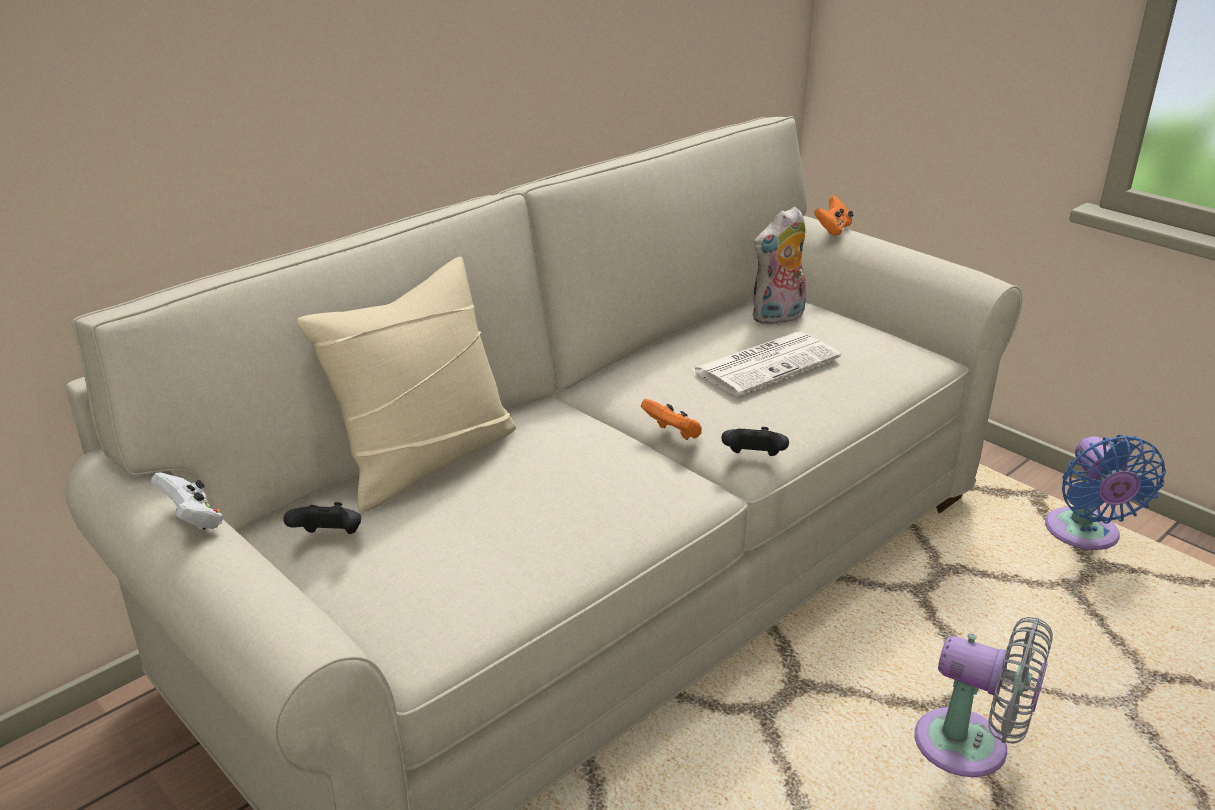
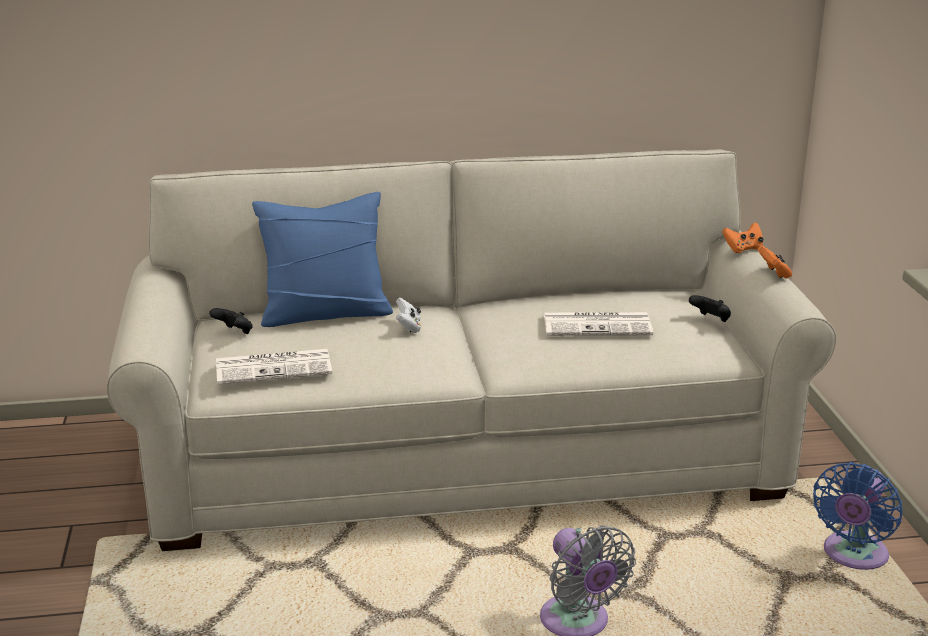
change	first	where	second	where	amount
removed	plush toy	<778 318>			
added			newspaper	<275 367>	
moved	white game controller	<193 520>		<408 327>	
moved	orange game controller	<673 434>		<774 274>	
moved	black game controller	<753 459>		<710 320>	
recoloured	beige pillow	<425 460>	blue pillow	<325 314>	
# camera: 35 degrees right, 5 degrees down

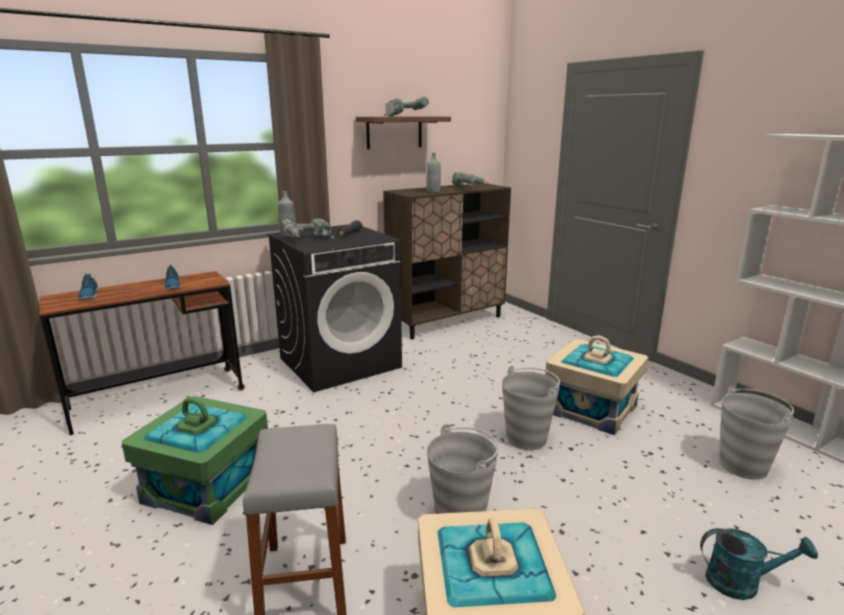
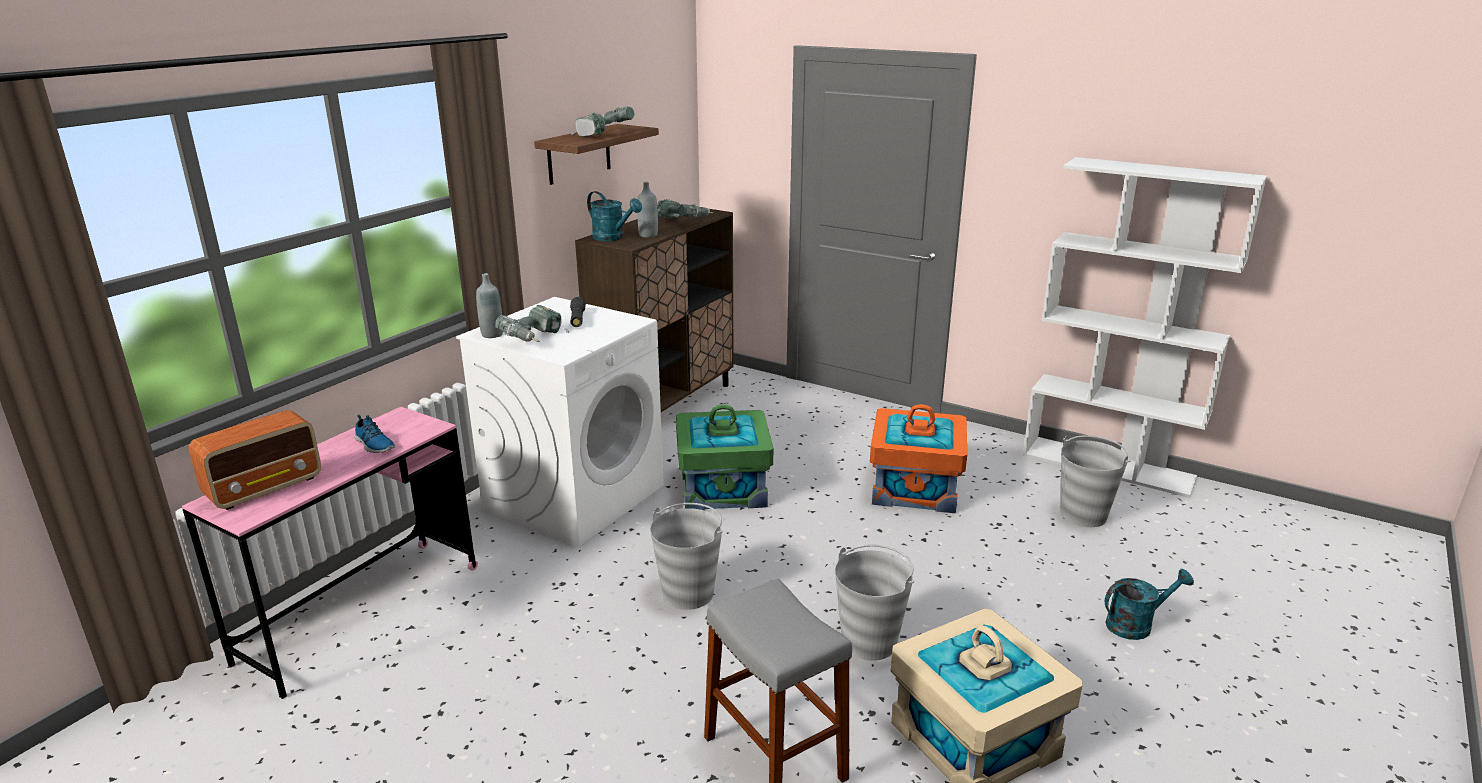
change	first	where	second	where	amount
added			turquoise watering can	<613 238>	
moved	green storage box	<207 485>		<723 488>	
moved	grey bucket	<527 438>		<688 593>	
replaced	shoe	<88 295>	radio	<266 487>	
recoloured	brown desk	<158 399>	pink desk	<361 613>	
recoloured	black washing machine	<340 362>	white washing machine	<575 497>	
recoloured	beige storage box	<592 408>	orange storage box	<915 488>	
# camera: 25 degrees left, 5 degrees up

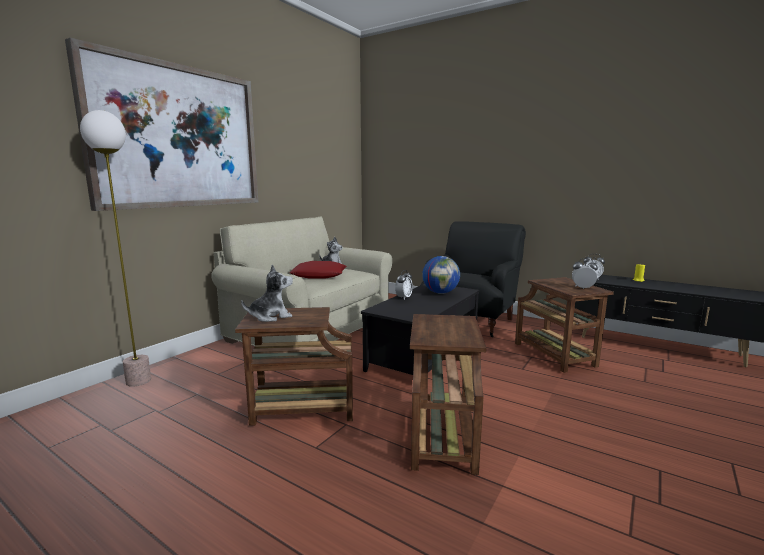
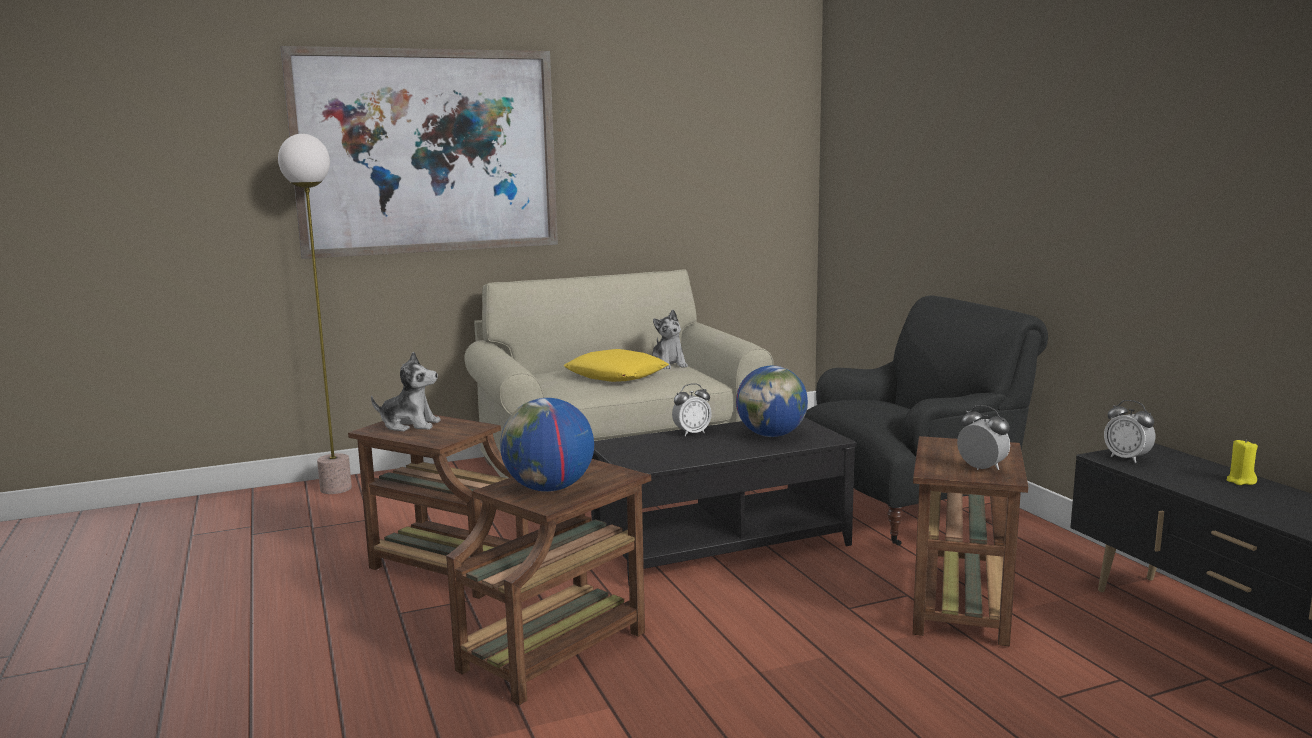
change	first	where	second	where	amount
added			globe	<549 489>	
recoloured	red pillow	<319 275>	yellow pillow	<616 375>	
# camera: 35 degrees right, 0 degrees up

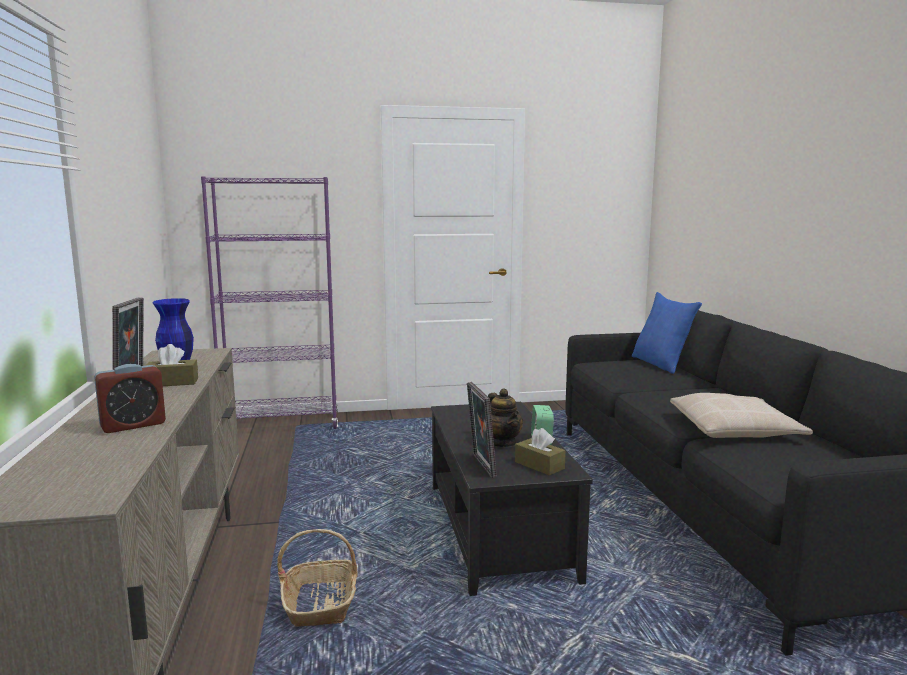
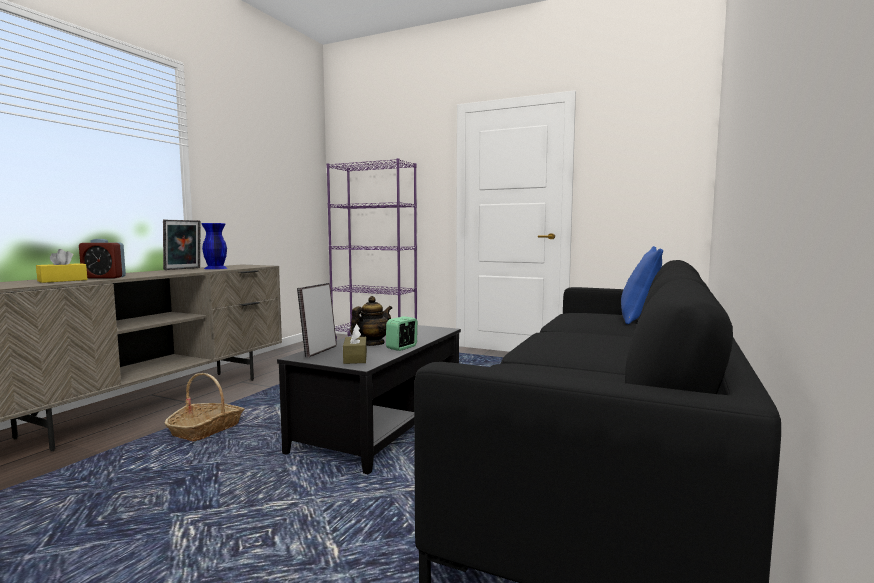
change	first	where	second	where	amount
removed	brown tissue box	<172 382>			
removed	beige pillow	<735 430>			
added			yellow tissue box	<62 280>	
turned	teapot	<503 443>		<372 344>	150 degrees counterclockwise
# camera: 35 degrees right, 5 degrees down

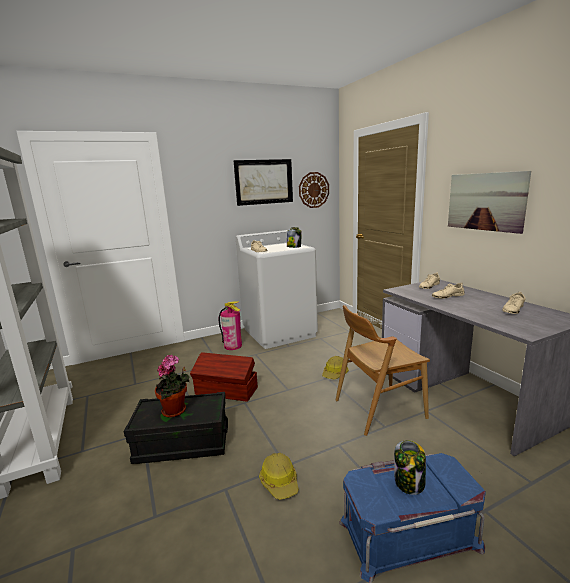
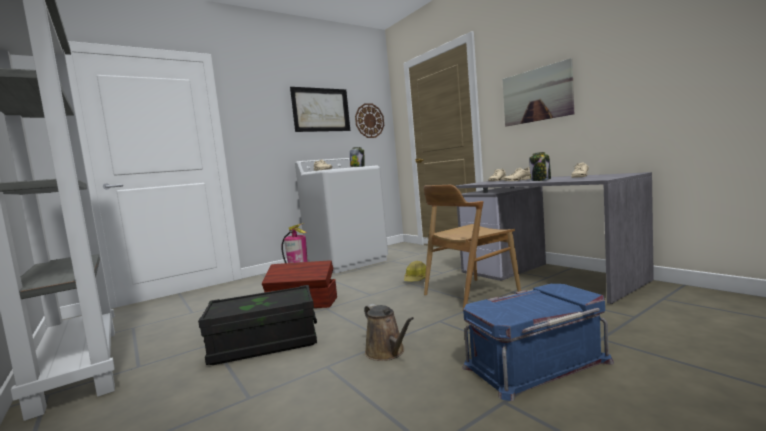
change	first	where	second	where	amount
removed	potted plant	<176 411>			
moved	jar	<409 482>		<541 180>	
replaced	hard hat	<280 482>	brown watering can	<387 352>	
# camera: 10 degrees left, 10 degrees down

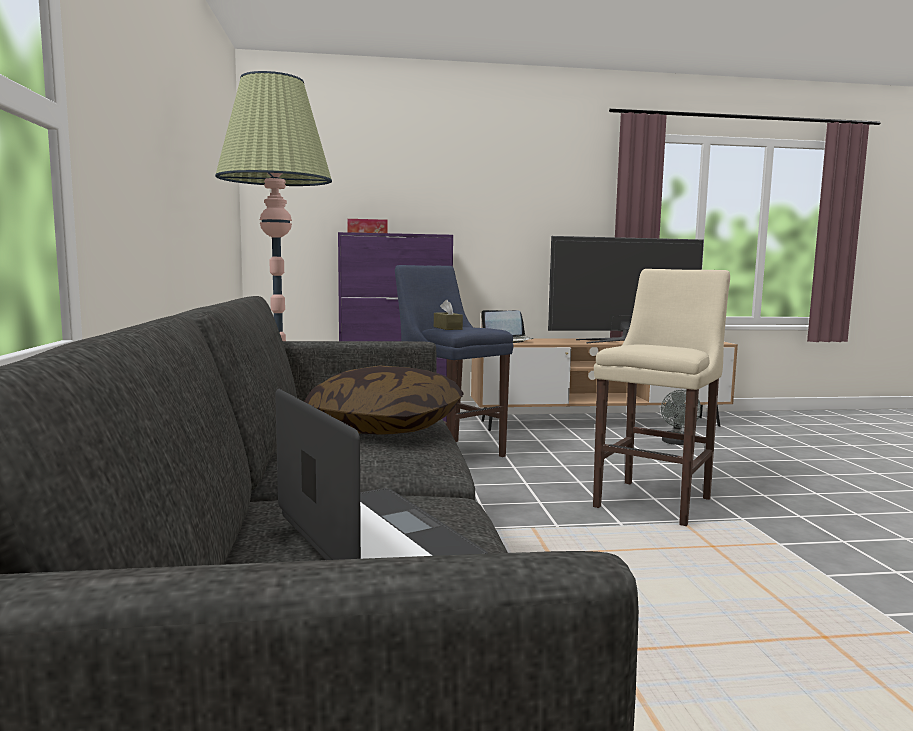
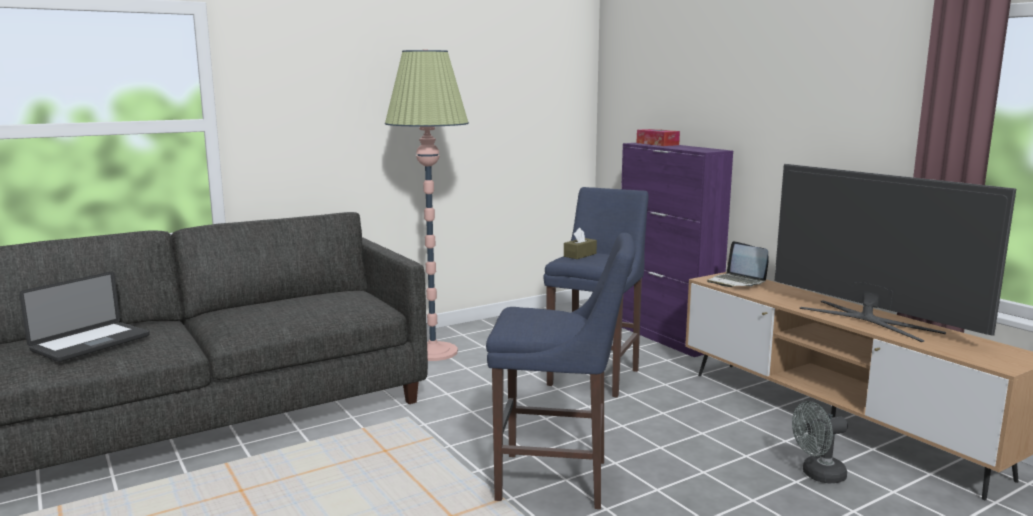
change	first	where	second	where	amount
removed	pillow	<386 427>			
recoloured	beige stool	<656 500>	blue stool	<559 481>	
# camera: 65 degrees right, 5 degrees up

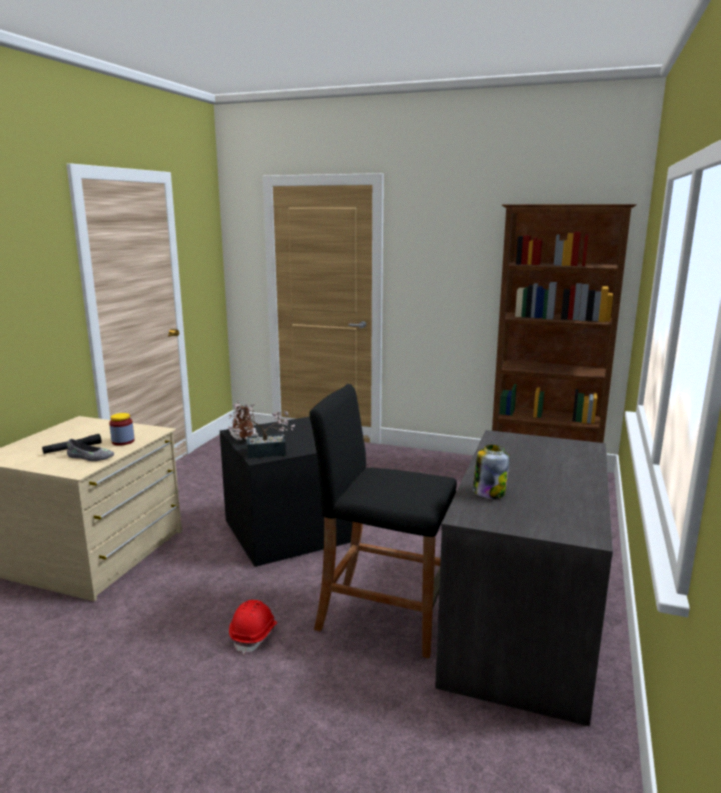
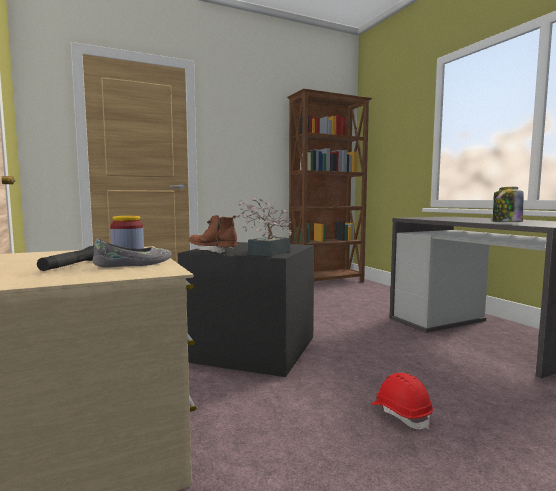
change	first	where	second	where	amount
removed	black stool	<384 616>			
# camera: 45 degrees left, 10 degrees down

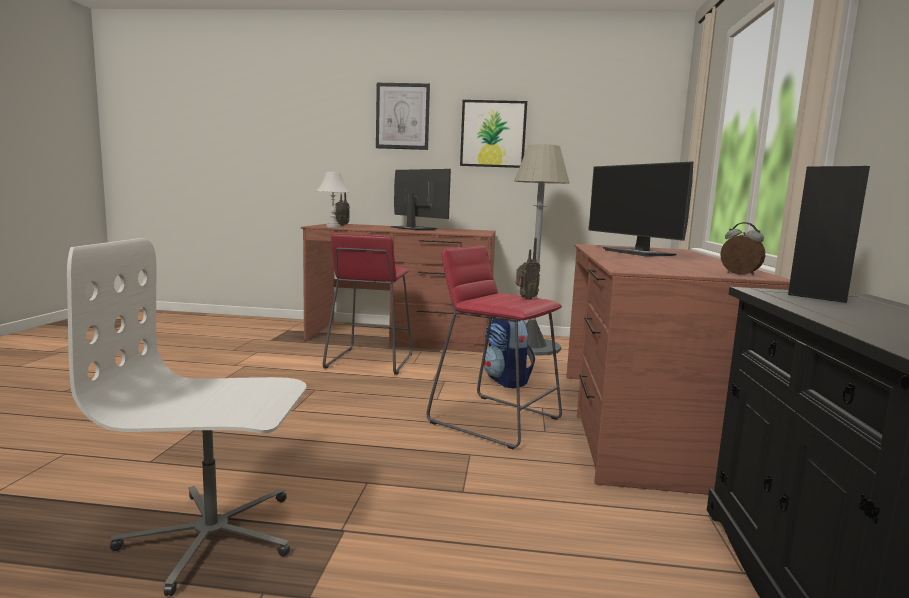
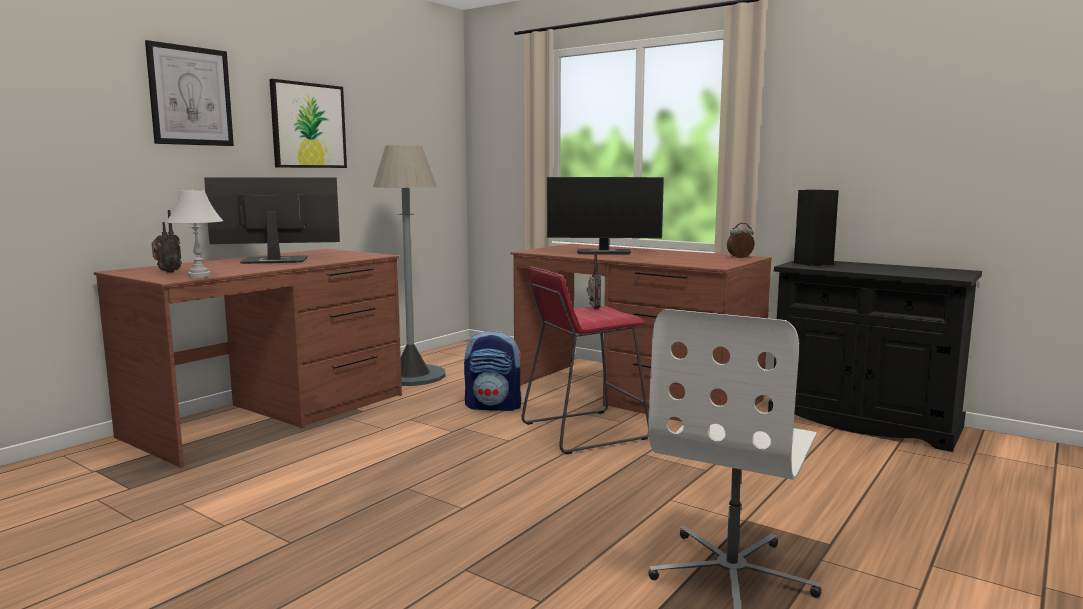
change	first	where	second	where	amount
removed	red stool	<370 361>			
# camera: 60 degrees left, 0 degrees up

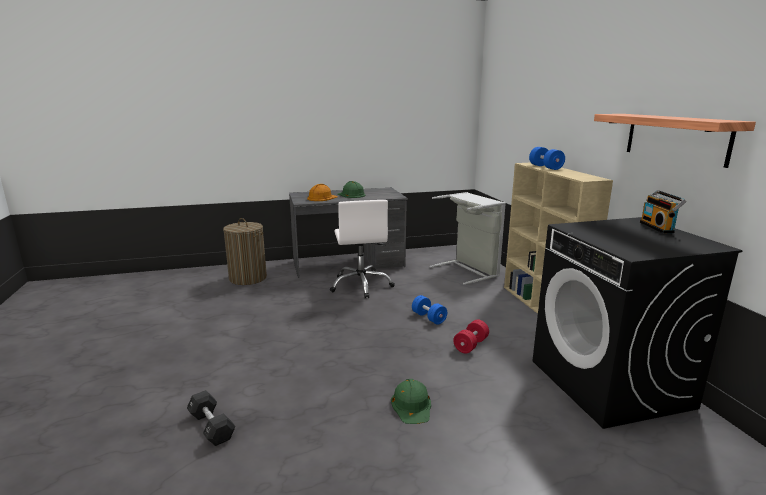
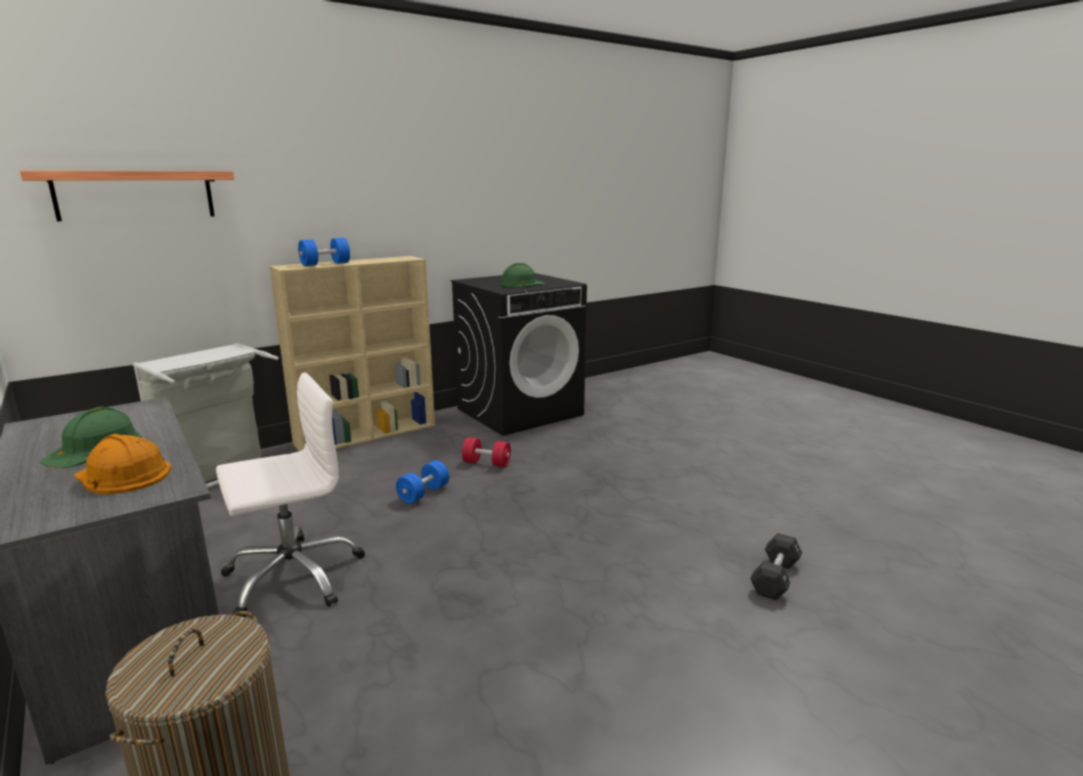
change	first	where	second	where	amount
removed	radio	<658 227>			
moved	green hard hat	<412 405>		<521 284>	
moved	shelf	<675 138>		<135 195>	
# camera: 110 degrees left, 0 degrees up

